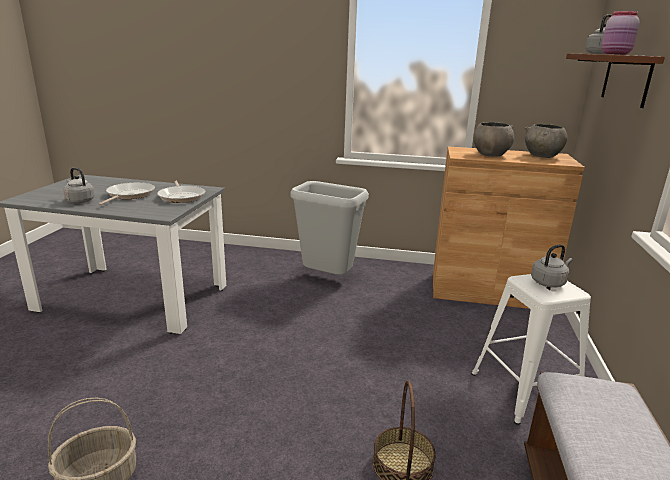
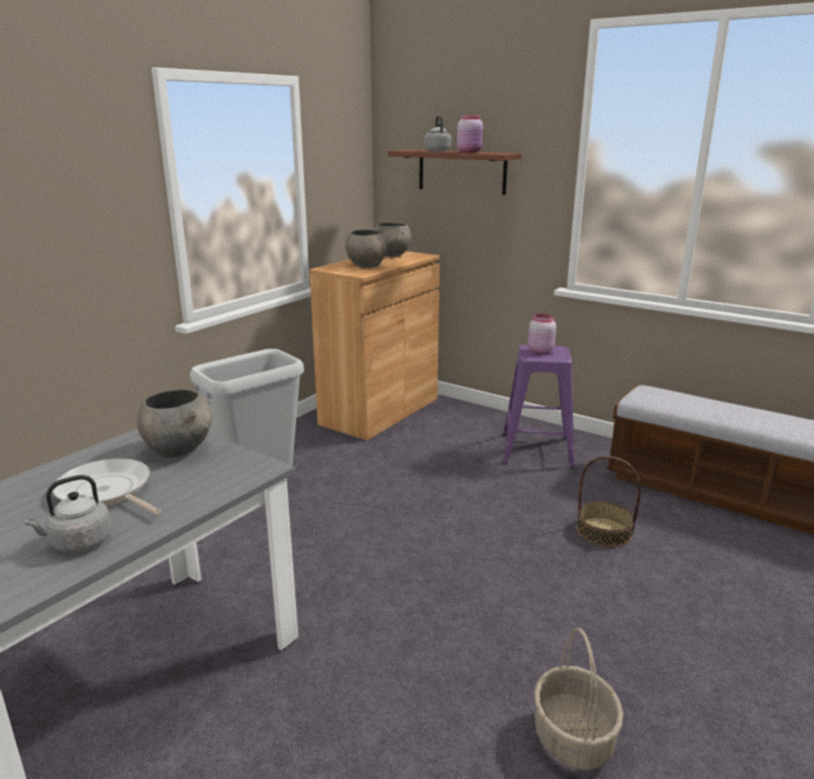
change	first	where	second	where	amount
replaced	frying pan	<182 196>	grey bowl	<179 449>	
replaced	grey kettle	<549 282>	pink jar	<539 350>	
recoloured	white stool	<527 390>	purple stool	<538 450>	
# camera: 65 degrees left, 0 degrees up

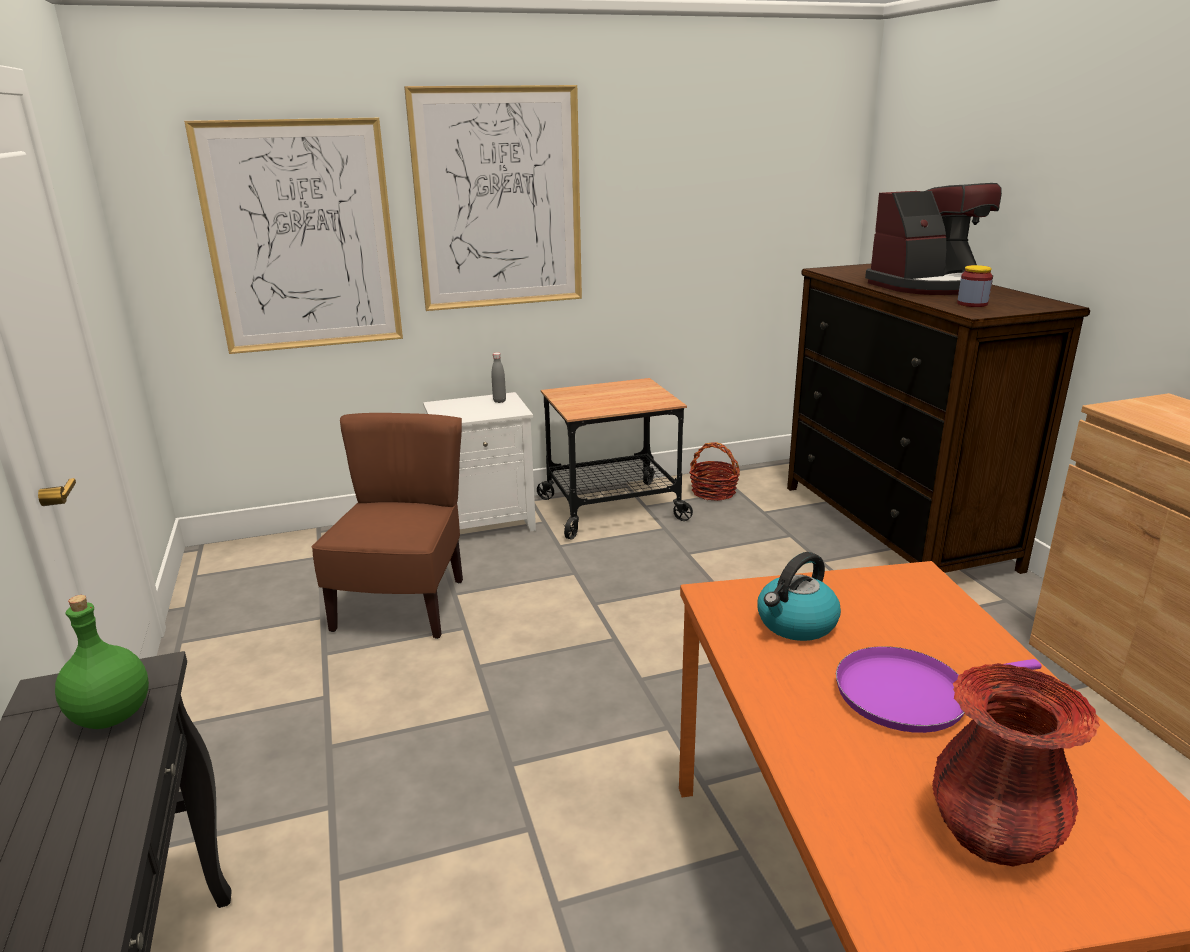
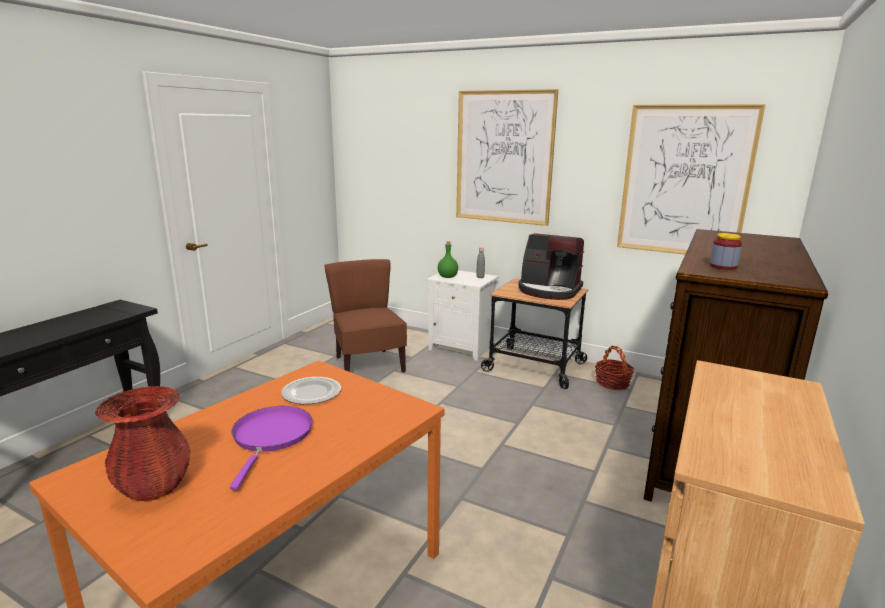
change	first	where	second	where	amount
moved	green bottle	<113 715>		<448 277>	
moved	picture	<302 237>		<684 181>	
moved	coffee machine	<930 286>		<549 290>	
replaced	kettle	<796 624>	plate	<312 393>	
turned	brown chair	<403 605>		<368 365>	75 degrees counterclockwise
turned	purple frying pan	<909 694>		<271 437>	60 degrees clockwise
# camera: 45 degrees right, 5 degrees down

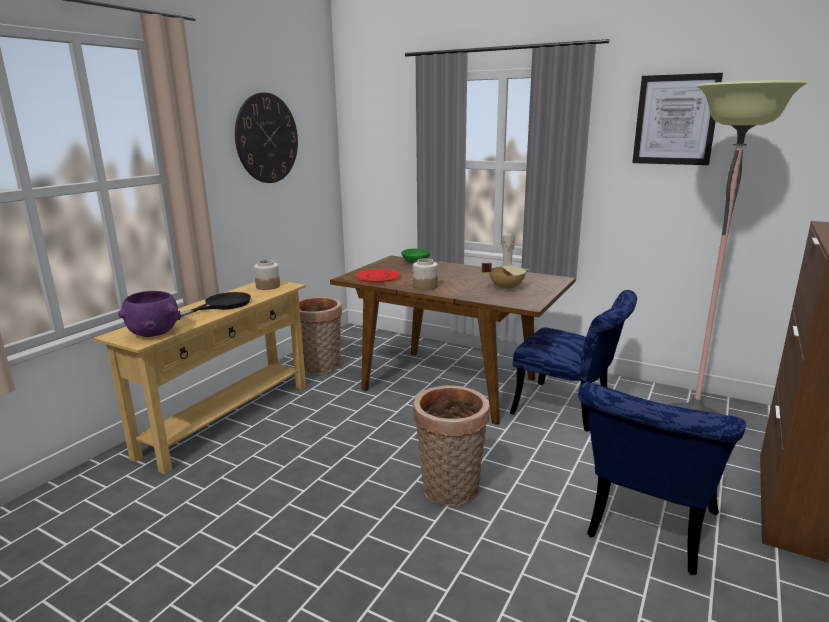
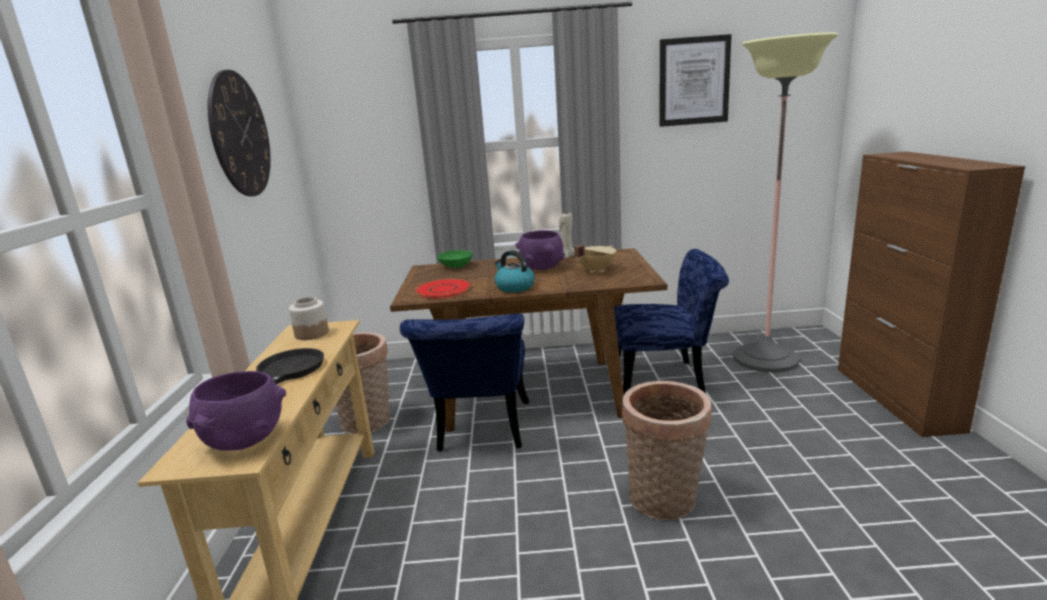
change	first	where	second	where	amount
added			purple bowl	<541 268>	
moved	blue chair	<646 530>		<481 432>	
replaced	jar	<425 286>	kettle	<514 287>	
# camera: 30 degrees left, 0 degrees up

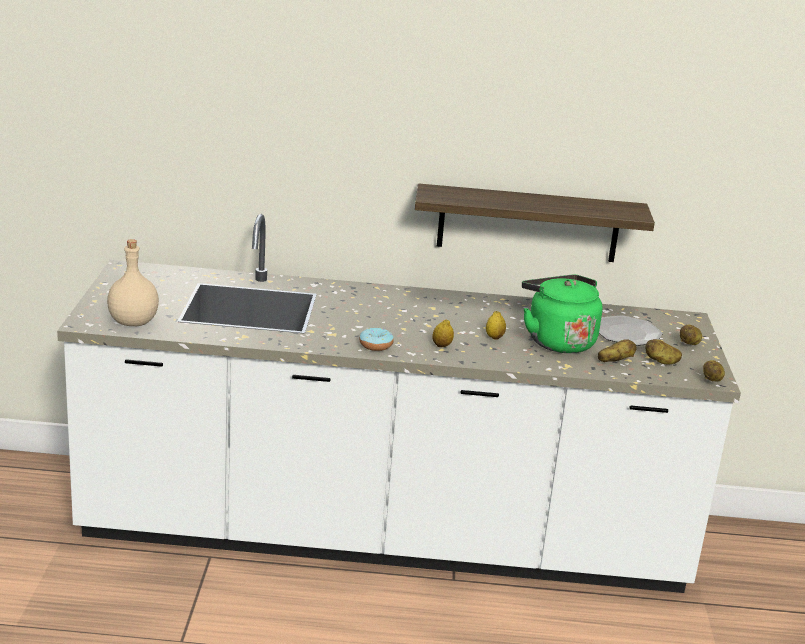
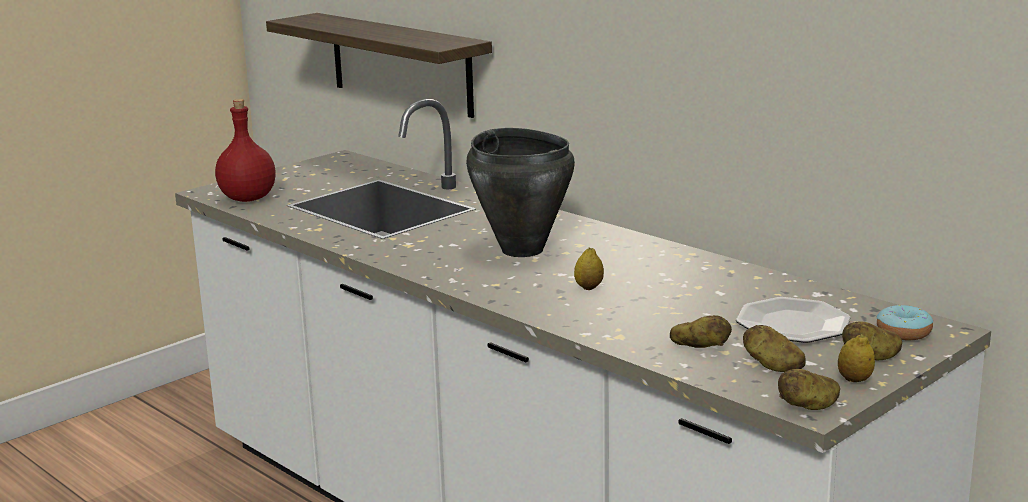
change	first	where	second	where	amount
removed	green kettle	<557 340>			
added			black cooking pot	<522 249>	
moved	donut	<376 345>		<903 332>	
moved	shelf	<528 223>		<400 63>	
moved	lemon	<442 345>		<854 380>	
recoloured	beige bottle	<134 322>	red bottle	<249 198>	
# camera: 45 degrees right, 5 degrees down

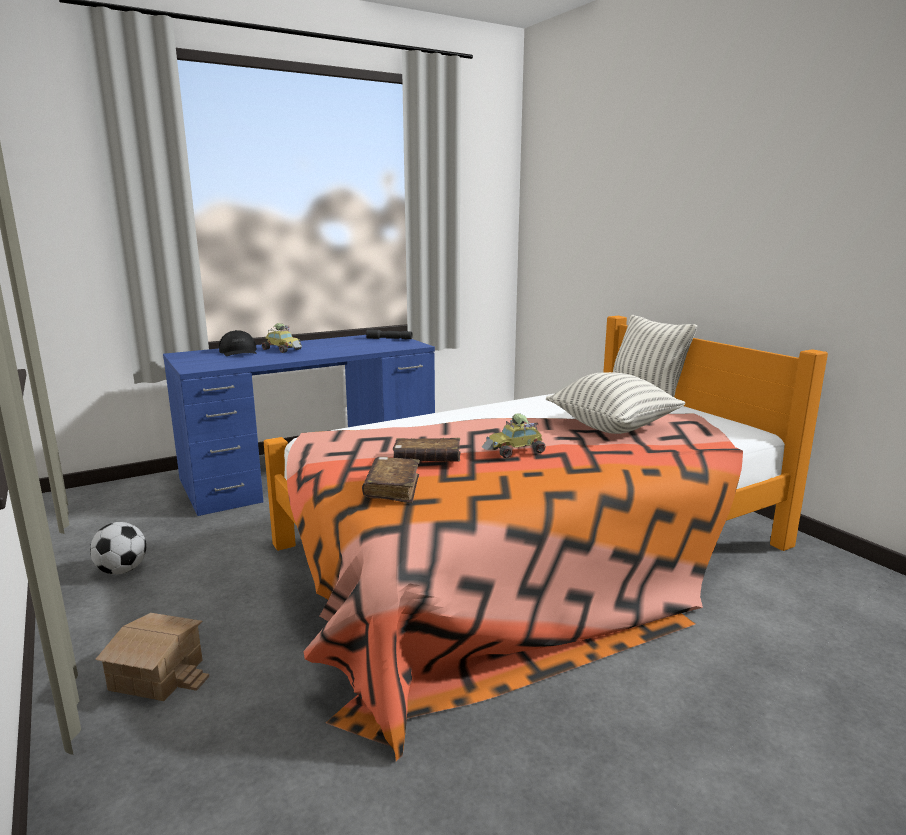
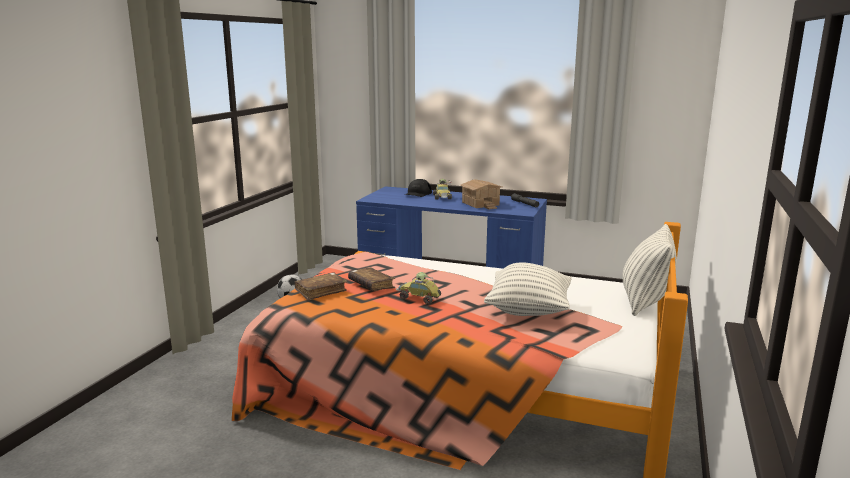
change	first	where	second	where	amount
moved	toy house	<157 674>		<481 203>	
# camera: 50 degrees right, 0 degrees up

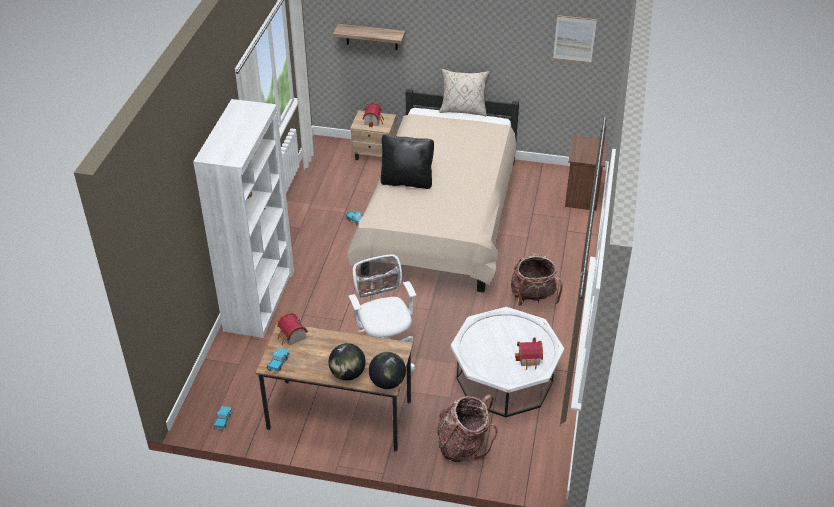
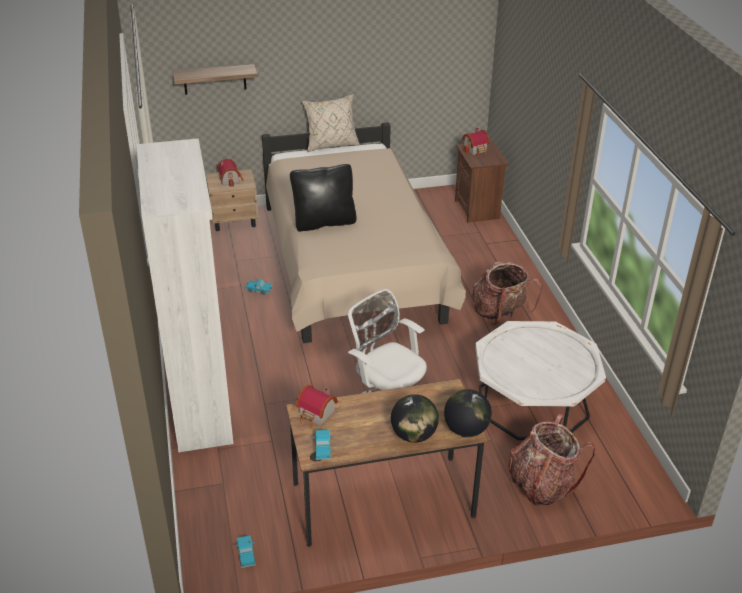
change	first	where	second	where	amount
removed	picture	<574 39>			
moved	toy house	<530 360>		<476 150>	
# camera: 25 degrees left, 5 degrees down

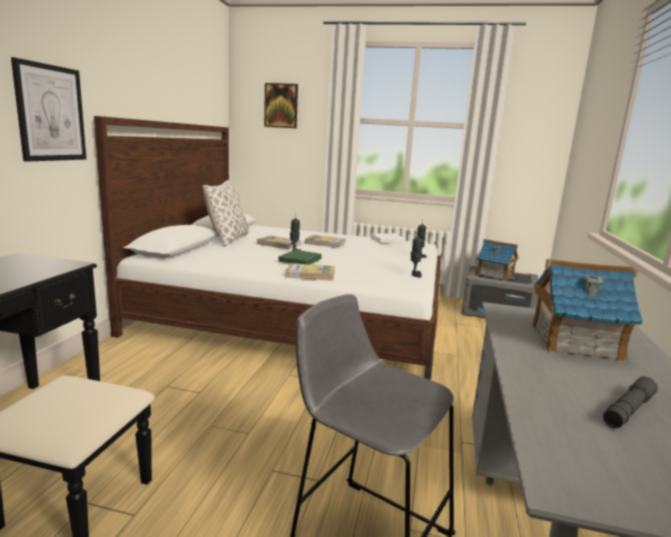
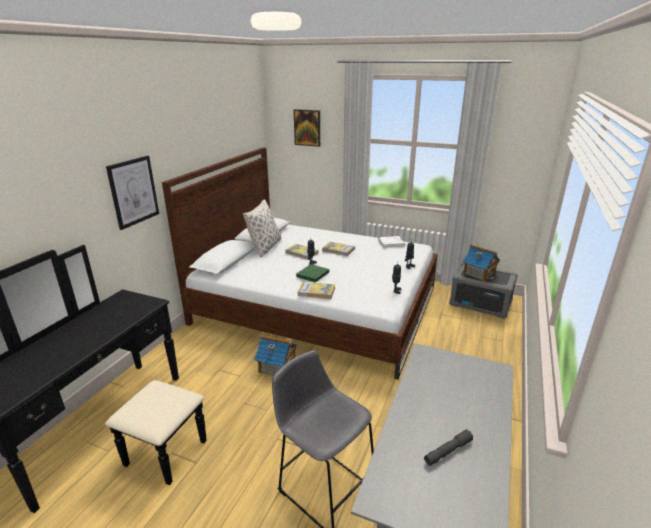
change	first	where	second	where	amount
moved	toy house	<573 341>		<277 366>	
# camera: 10 degrees right, 10 degrees up

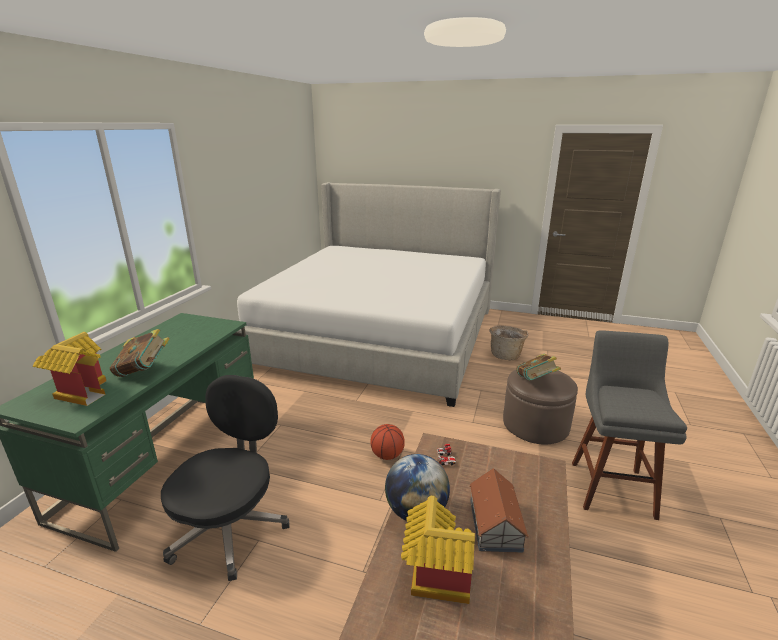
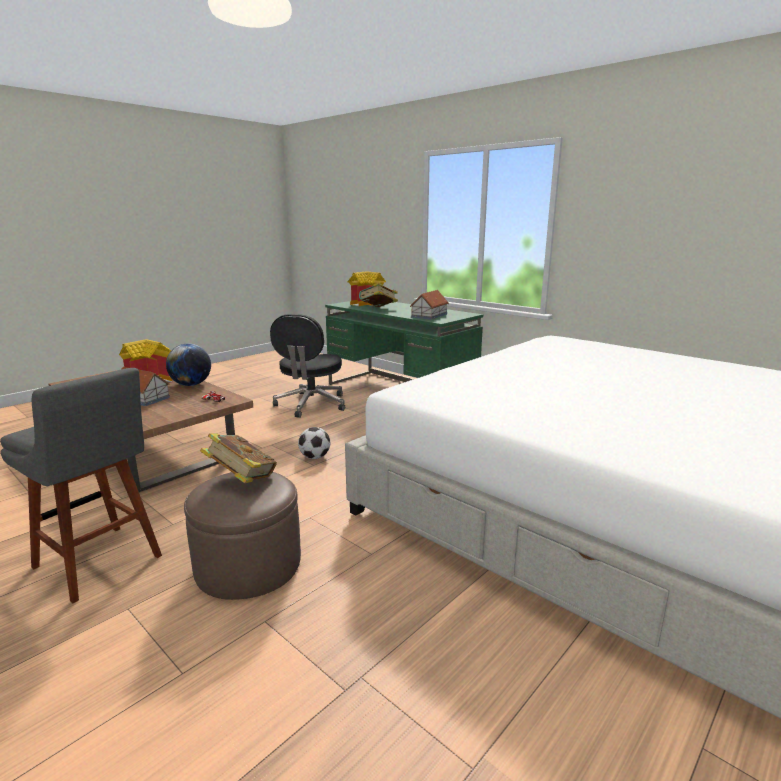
change	first	where	second	where	amount
removed	basket	<506 355>			
added			toy house	<429 315>	
replaced	basketball	<387 455>	football	<315 457>	
turned	black office chair	<231 527>		<311 405>	60 degrees clockwise
# camera: 115 degrees right, 5 degrees down

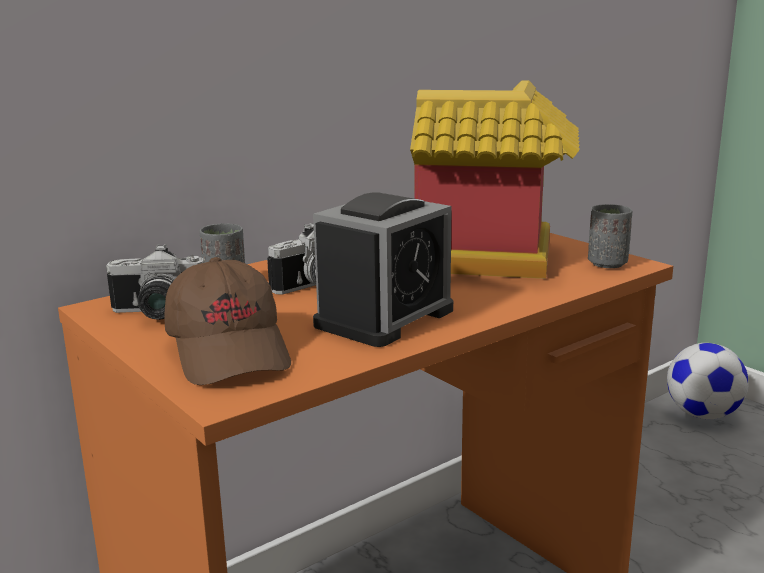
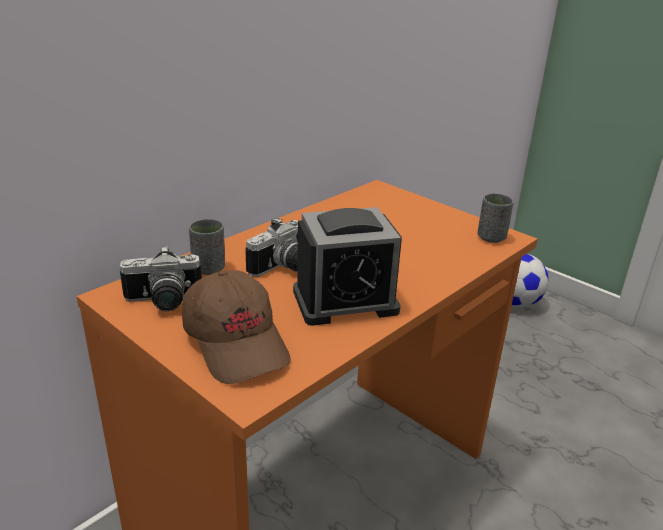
change	first	where	second	where	amount
removed	toy house	<494 261>			
turned	alarm clock	<384 318>		<345 301>	45 degrees clockwise
# camera: 10 degrees left, 10 degrees up

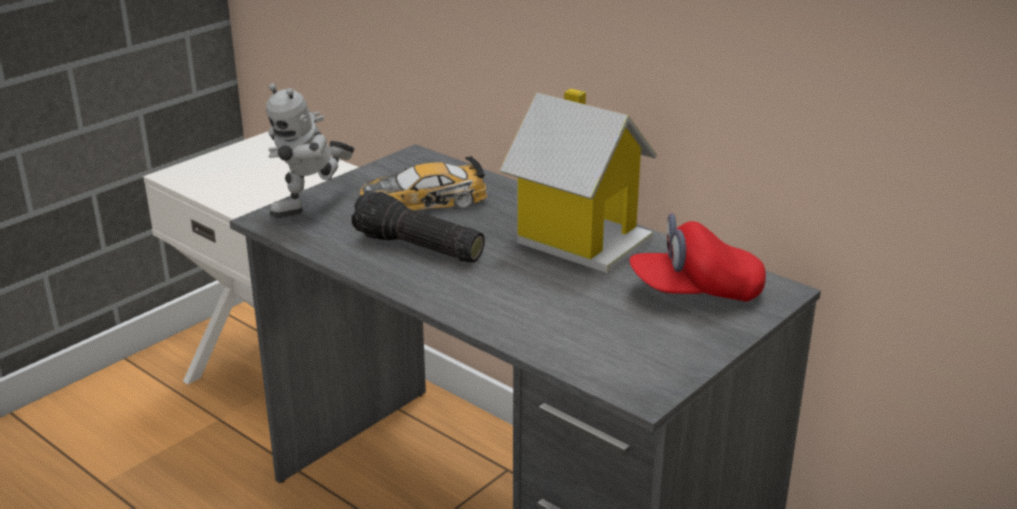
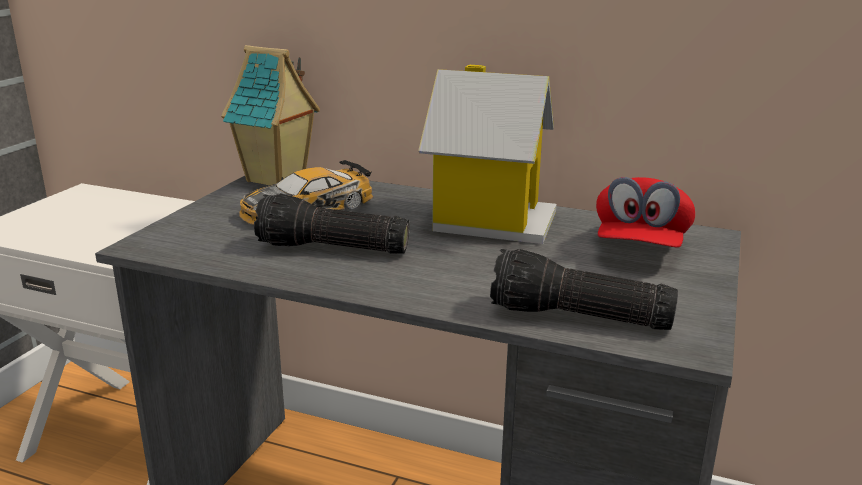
change	first	where	second	where	amount
removed	toy robot	<313 209>			
added			toy house	<277 179>	
added			flashlight	<577 317>	
turned	red cap	<695 292>		<639 248>	45 degrees counterclockwise
# camera: 20 degrees left, 5 degrees down

